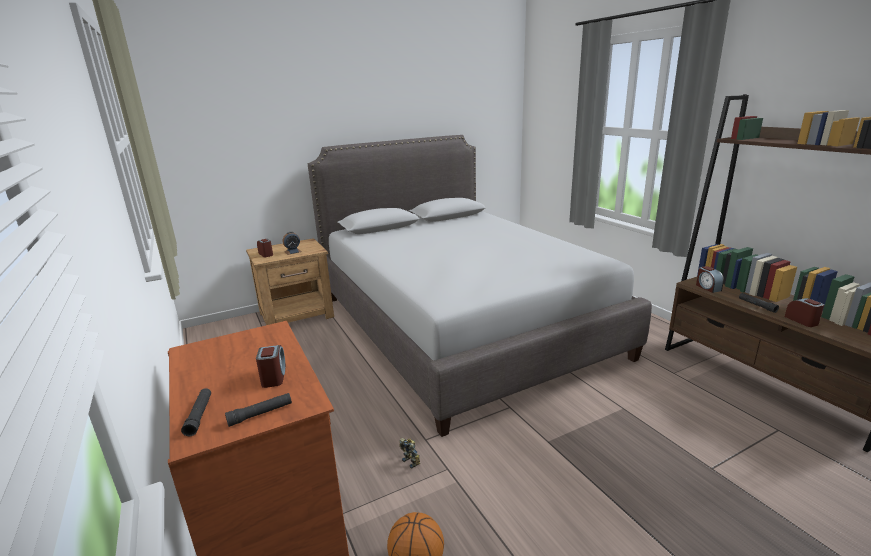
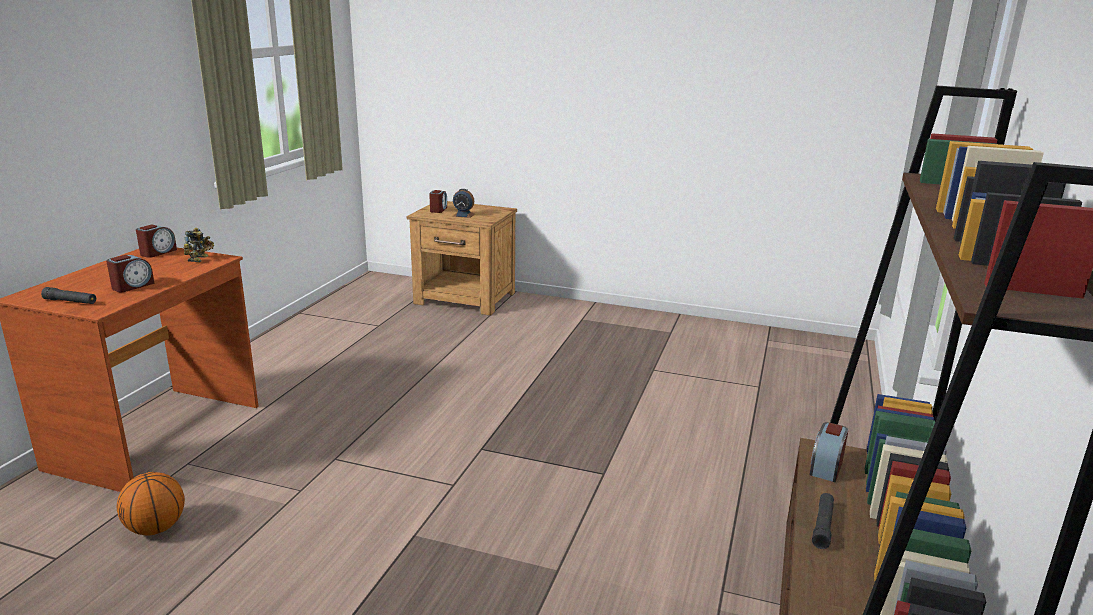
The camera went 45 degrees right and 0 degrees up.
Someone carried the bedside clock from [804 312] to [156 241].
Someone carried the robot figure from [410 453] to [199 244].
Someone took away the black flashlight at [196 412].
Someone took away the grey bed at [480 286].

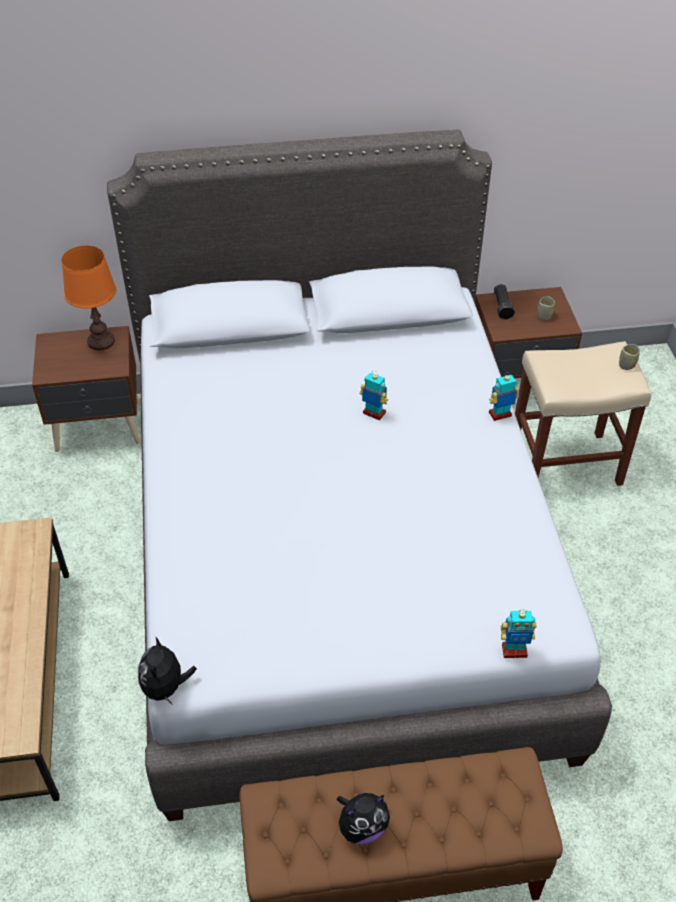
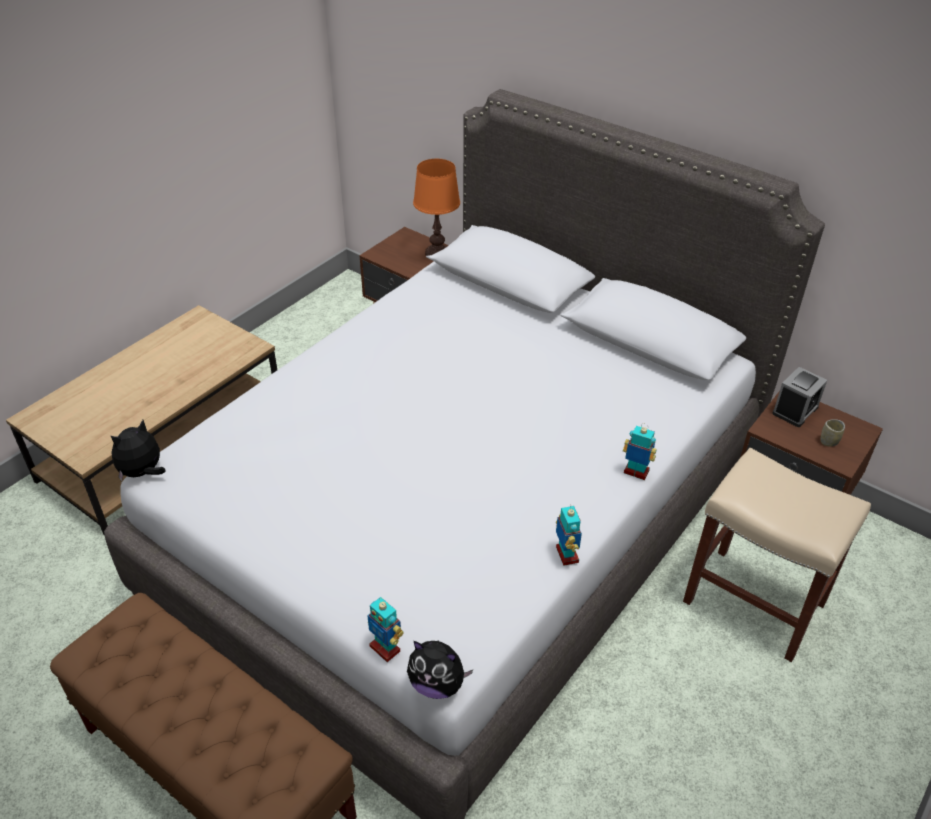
The camera went 45 degrees right and 5 degrees down.
Someone carried the plush toy from [363 818] to [440 669].
Someone carried the robot figure from [374 395] to [569 535].
Someone swapped the black flashlight at [504 302] for the bedside clock at [799 397].
Someone took away the drinking cup at [629 357].

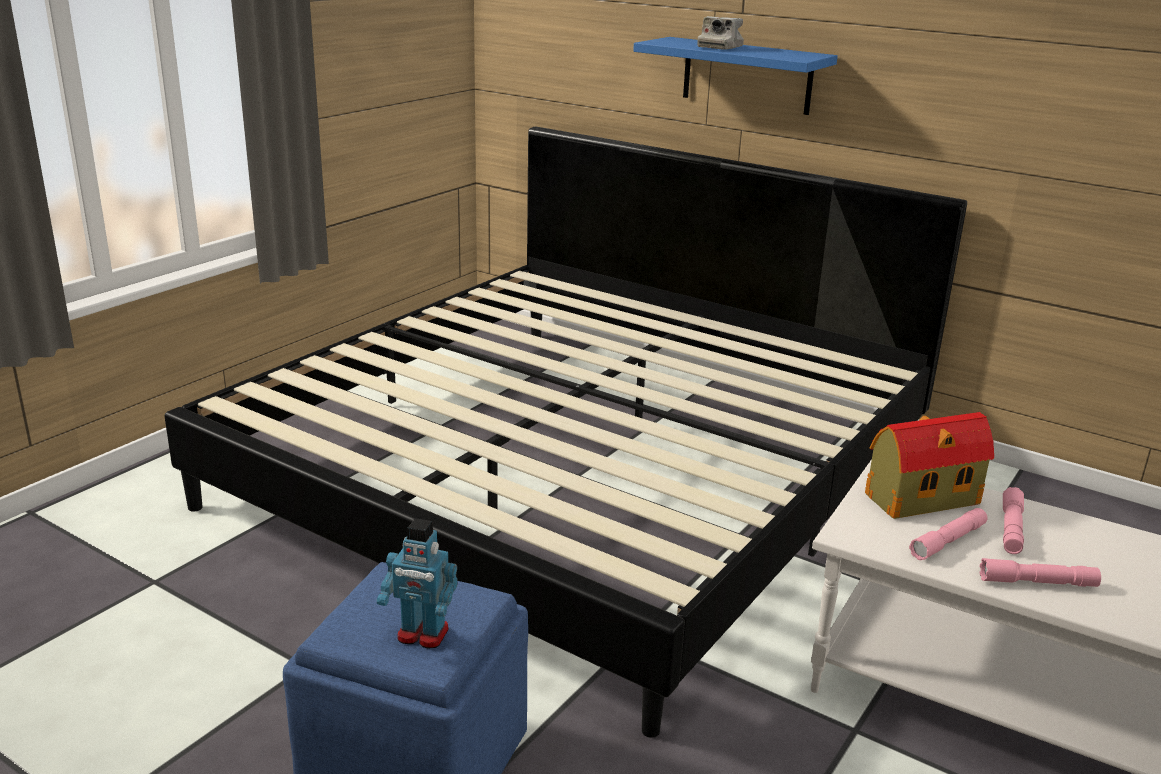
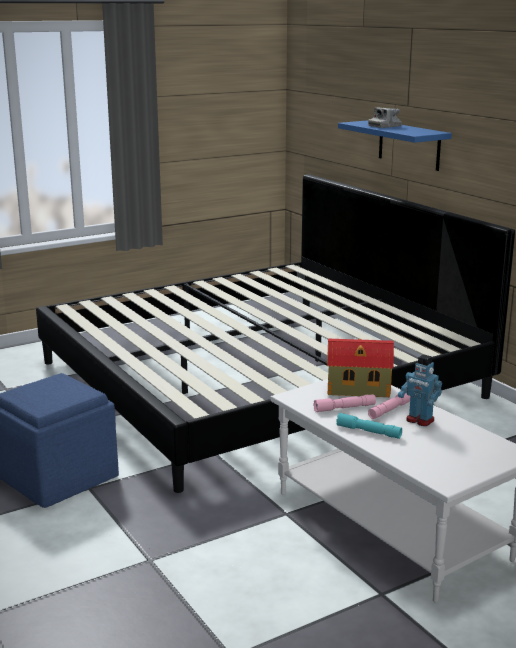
The camera went 25 degrees right and 5 degrees down.
Someone repainted the pinkish flashlight at [1040 572], which became the turquoise-coloured flashlight at [369 426].
Someone carried the robot figure from [417 583] to [420 390].

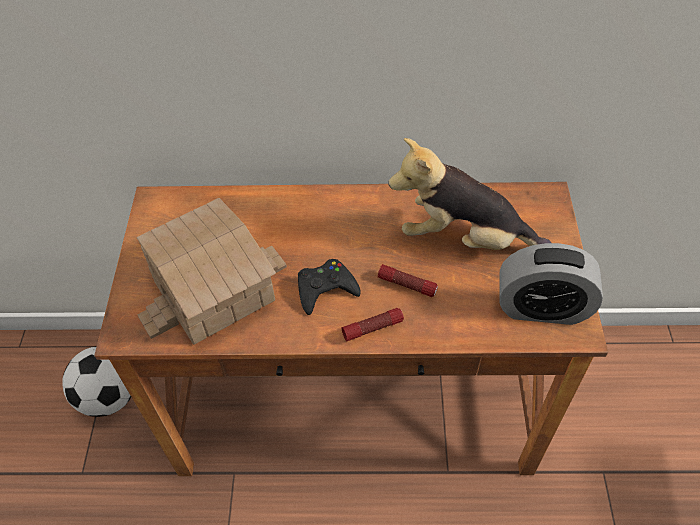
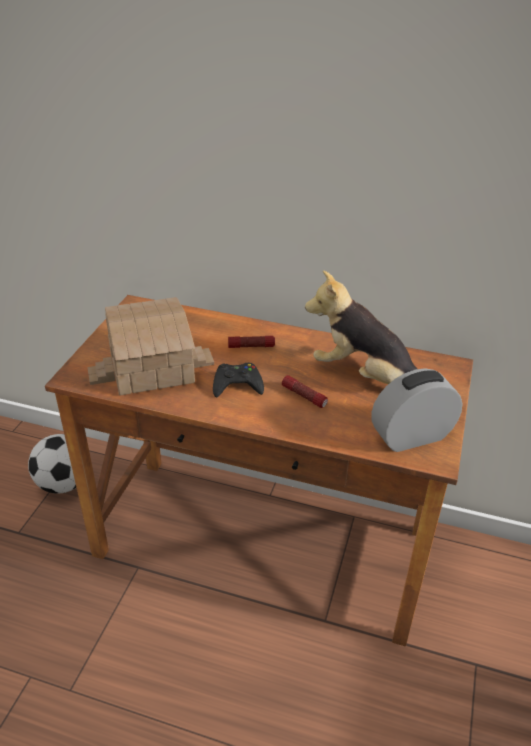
The camera went 15 degrees right and 15 degrees down.
Someone carried the flashlight from [373 324] to [251 342].
Someone rotated the bedside clock at [551 284] by 135 degrees clockwise.

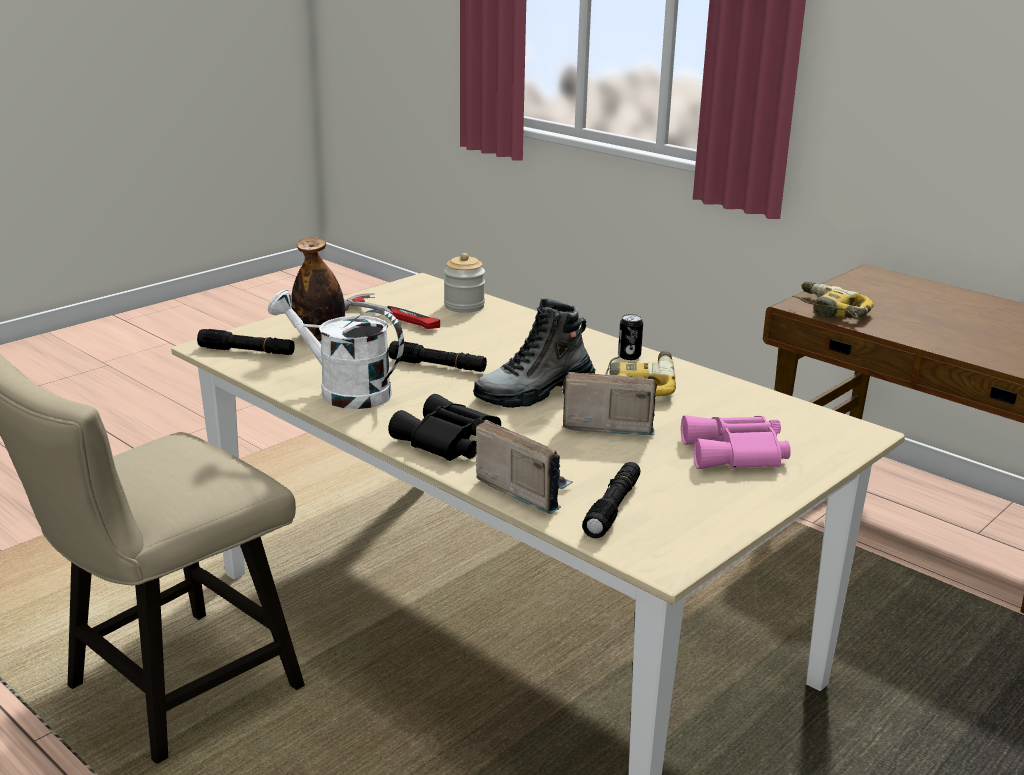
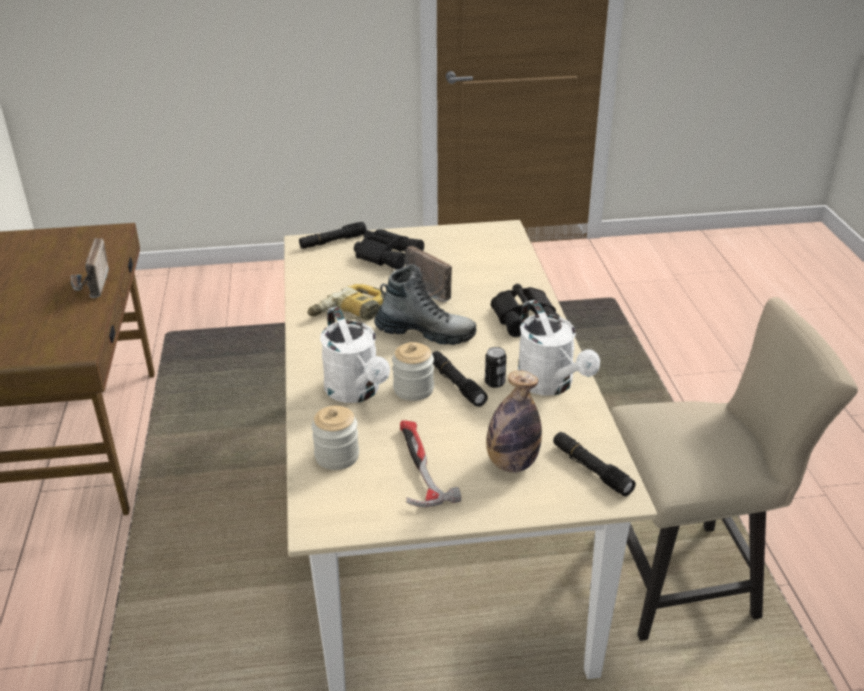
The camera went 140 degrees left and 10 degrees up.
Someone carried the radio receiver from [524 467] to [90 268].
Someone carried the black flashlight from [611 500] to [333 235].
Someone put down the whitish sprinkling can at [355 354].
Someone repainted the pinkish field glasses at [736 442], which became the black field glasses at [389 249].
Someone put down the jar at [413 371].
Someone carried the can from [630 337] to [495 367].
Someone took away the electric drill at [833 300].

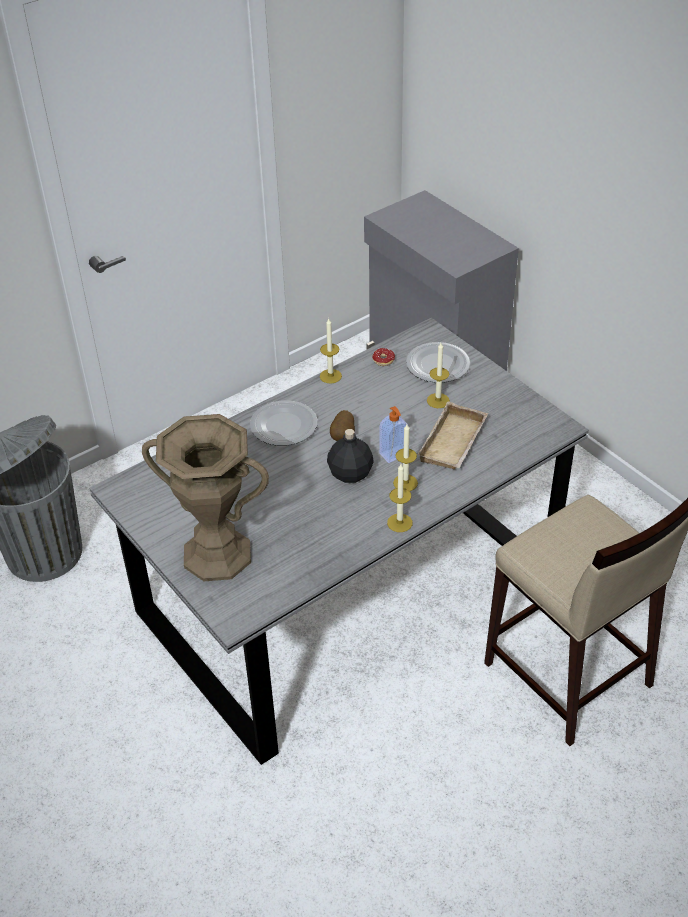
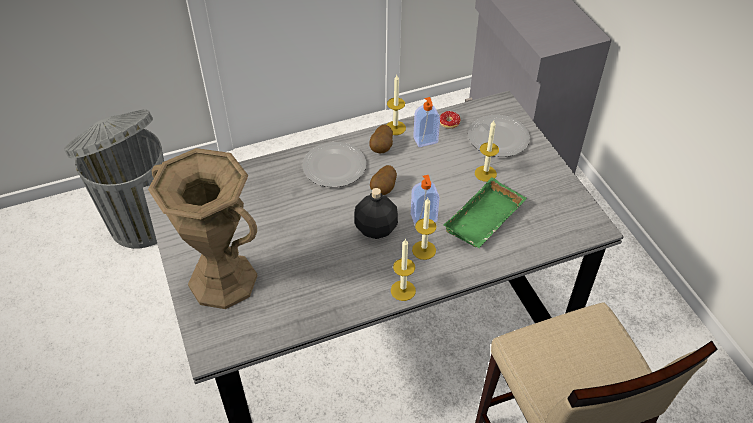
The camera went 15 degrees right and 5 degrees up.
Someone put down the potato at [381 138].
Someone put down the liquid soap bottle at [426 122].
Someone repainted the sand-coloured carrying tray at [452 435], which became the green-coloured carrying tray at [485 212].

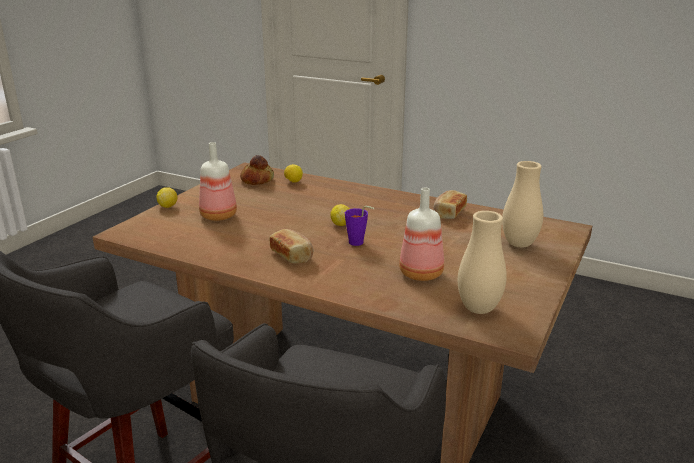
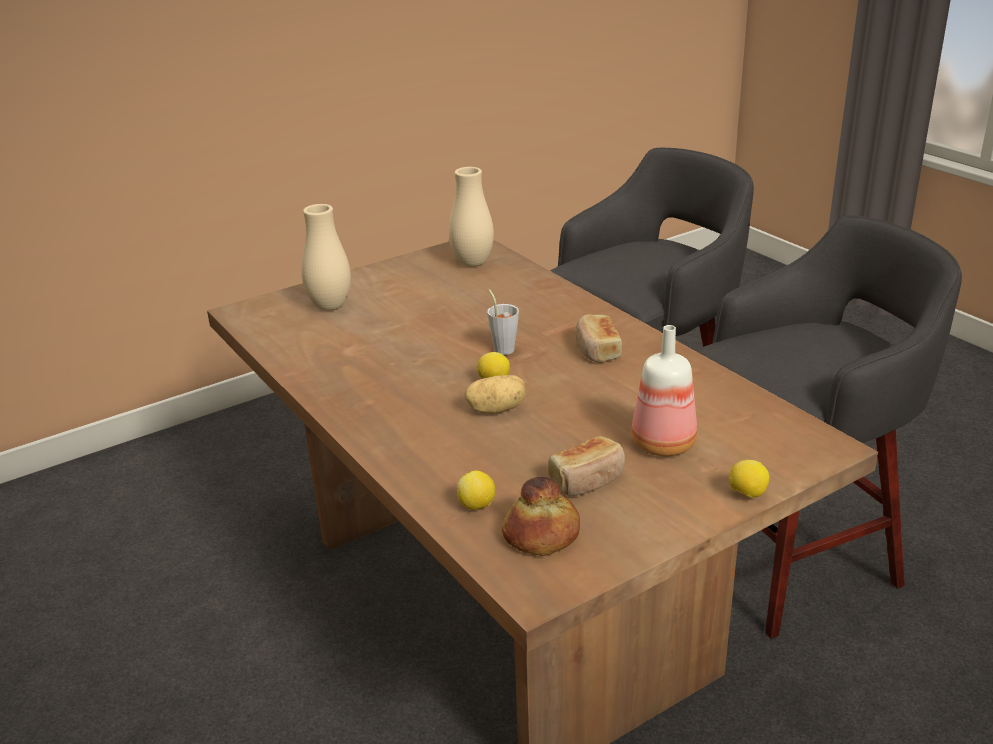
The camera went 150 degrees left and 5 degrees up.
Someone put down the potato at [495 394].
Someone repainted the purple-coloured drinking cup at [359 226], which became the grey drinking cup at [503 322].
Someone carried the bakery bread from [450 204] to [586 466].
Someone took away the bottle at [421 234].

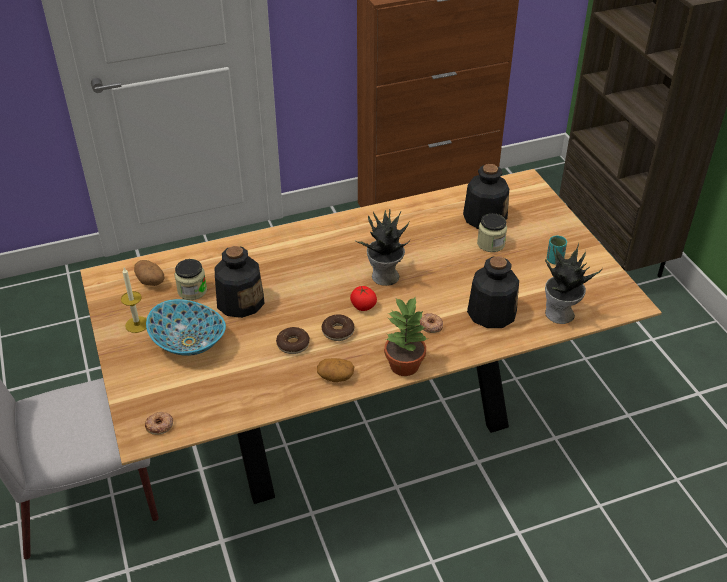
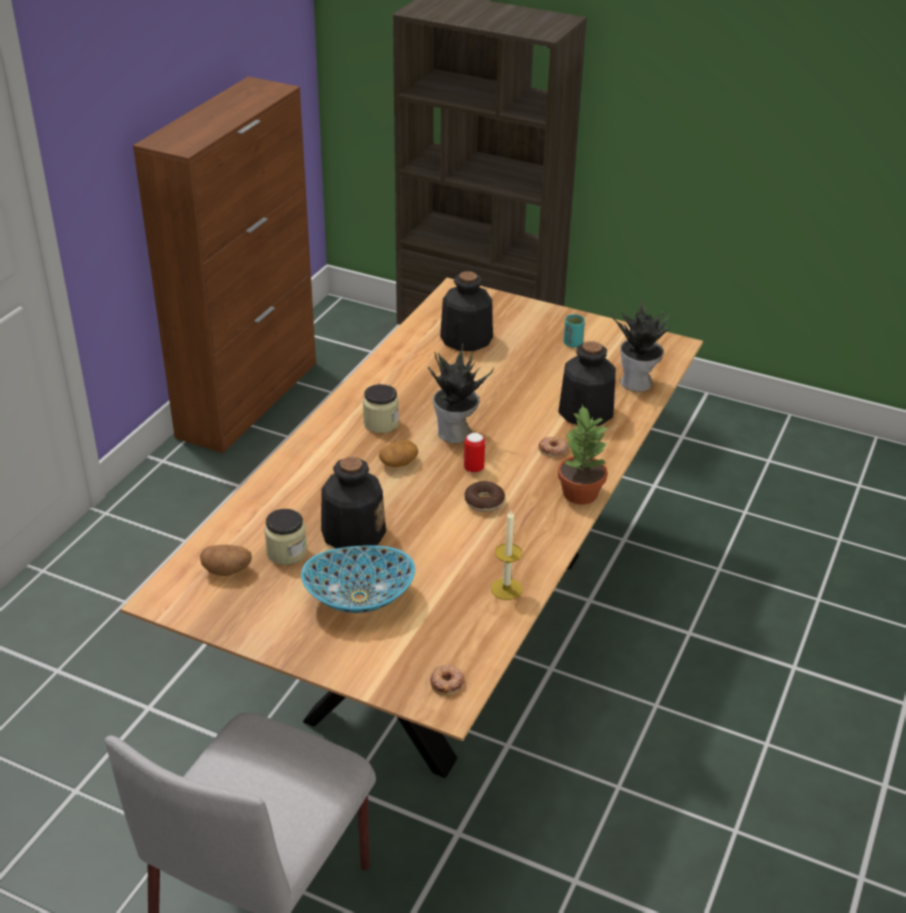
The camera went 45 degrees left and 5 degrees down.
Someone carried the jar from [492 232] to [381 408].
Someone carried the potato from [335 370] to [398 453].
Someone swapped the fresh tomato at [363 298] for the can at [474 453].
Someone carried the wax candle from [134 300] to [506 555].
Someone took away the ring doughnut at [293 340].

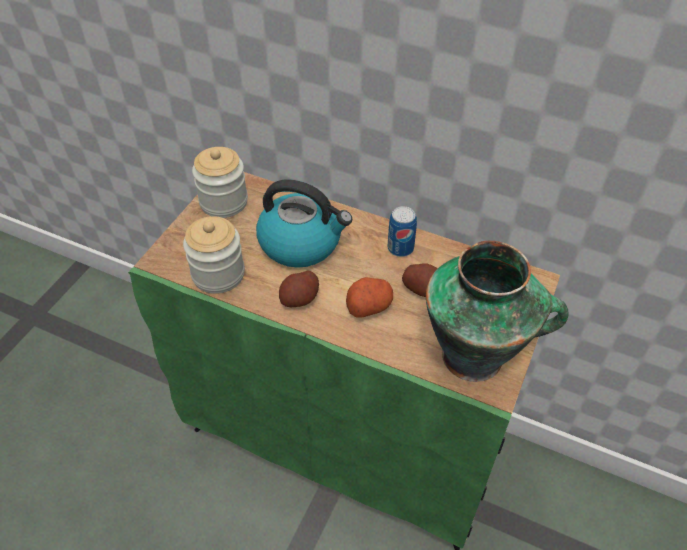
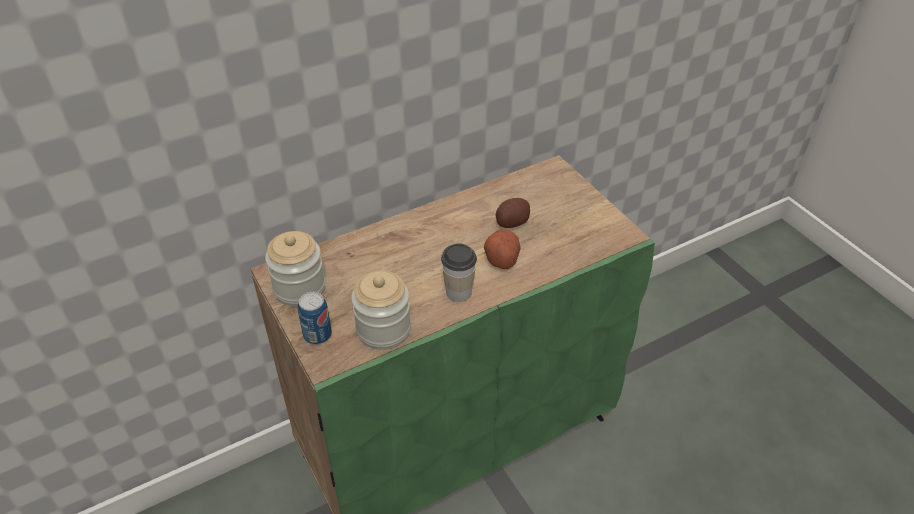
The camera went 55 degrees left and 5 degrees down.
Someone carried the can from [402 231] to [315 318].
Someone swapped the potato at [299 288] for the drinking cup at [459 272].
Someone took away the tea kettle at [304 224].
Someone took away the flower vase at [497 311].

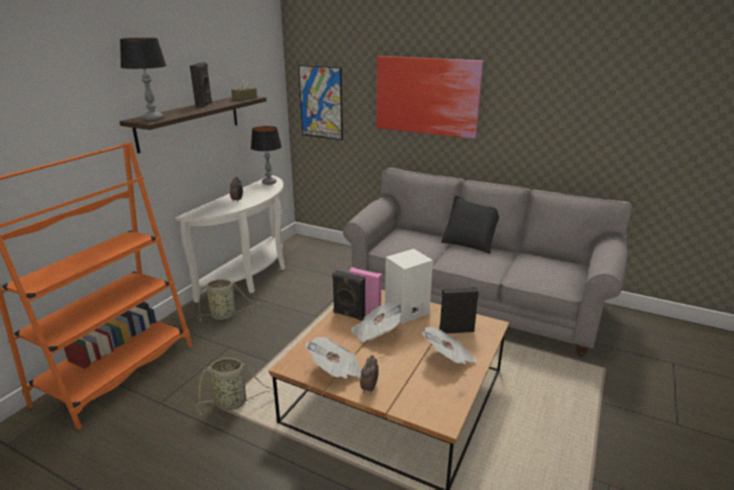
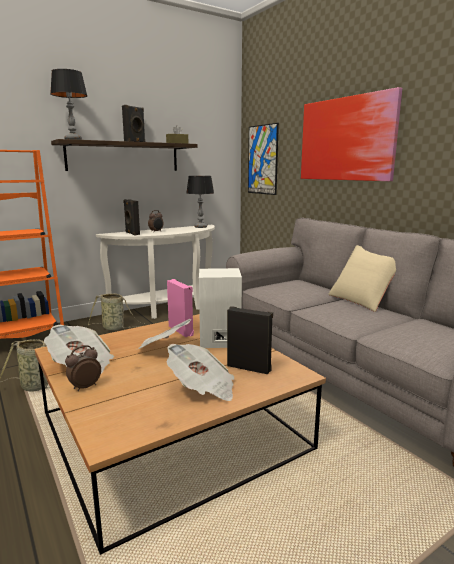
The camera went 30 degrees right and 10 degrees down.
Someone carried the black audio speaker from [348 295] to [131 217].
Someone repainted the black throw pillow at [470 225], which became the sand-coloured throw pillow at [362 278].

